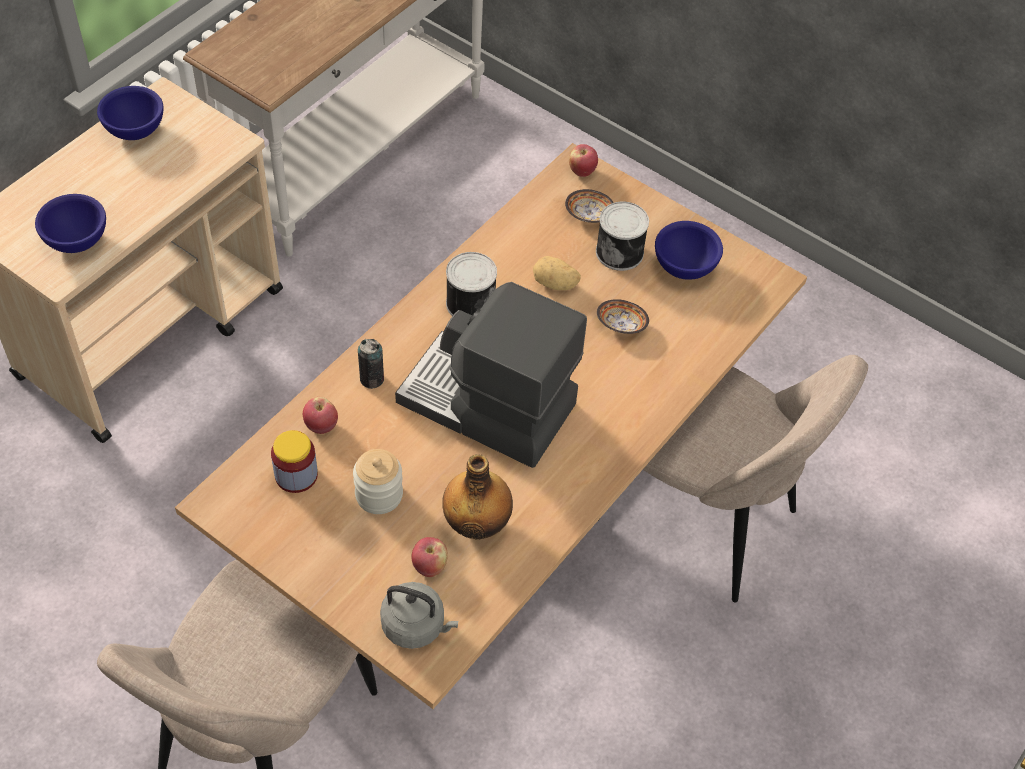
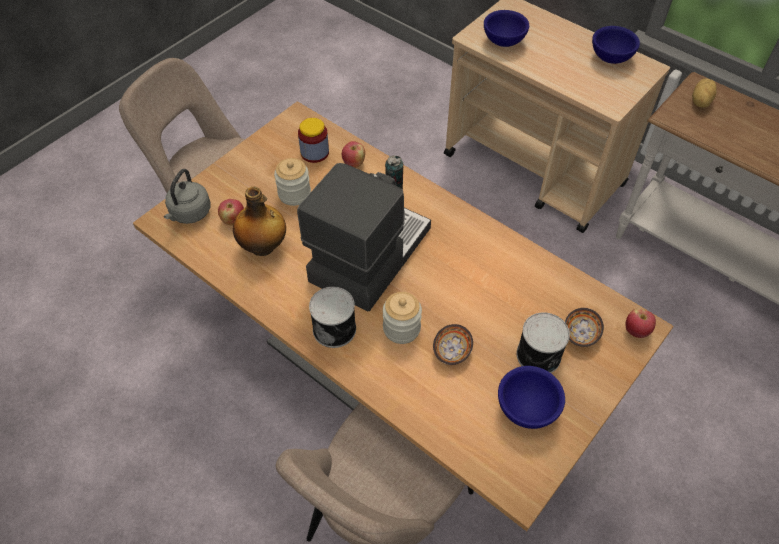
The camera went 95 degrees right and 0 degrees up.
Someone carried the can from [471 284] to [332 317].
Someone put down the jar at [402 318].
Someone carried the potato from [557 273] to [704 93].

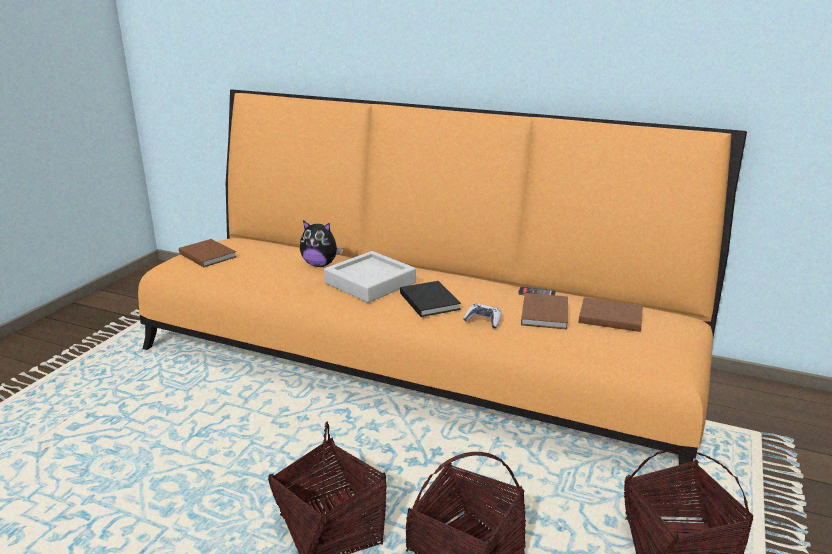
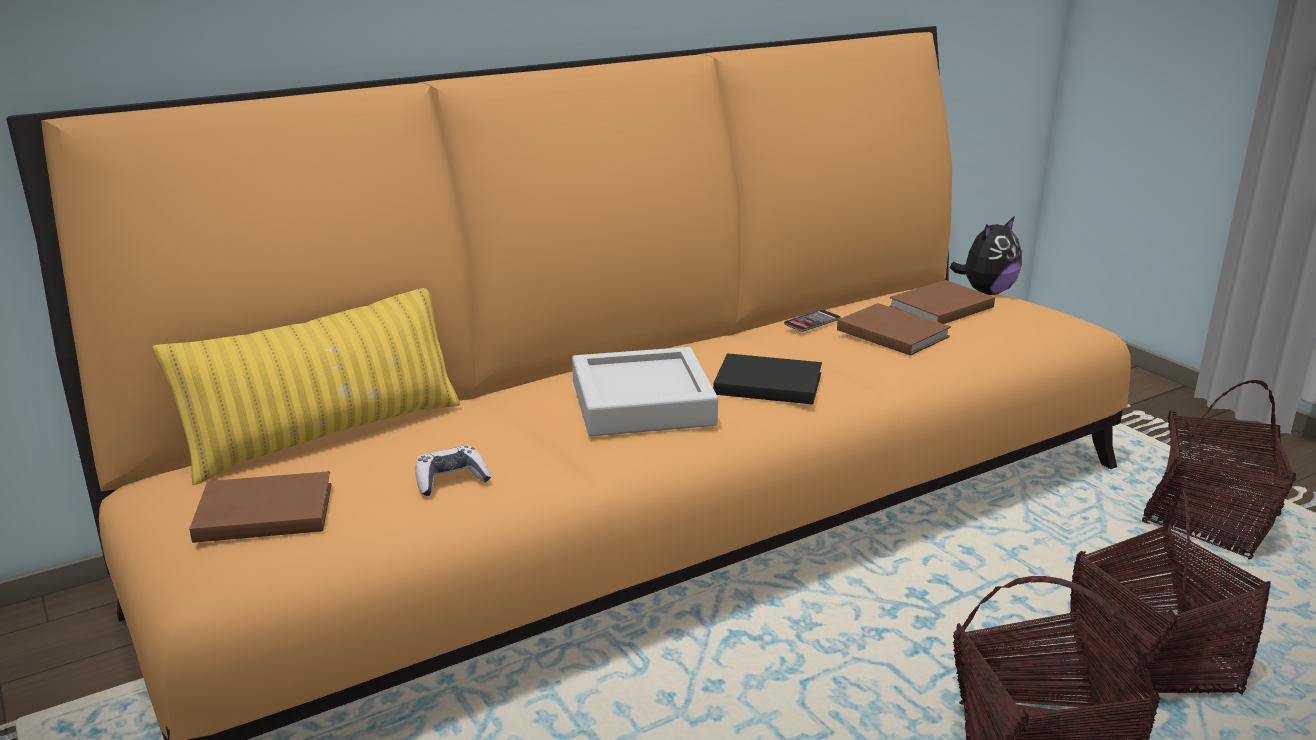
The camera went 55 degrees left and 0 degrees up.
Someone put down the yellow-coloured throw pillow at [306 386].
Someone carried the joypad from [482 316] to [453 471].
Someone carried the plush toy from [321 243] to [985 255].

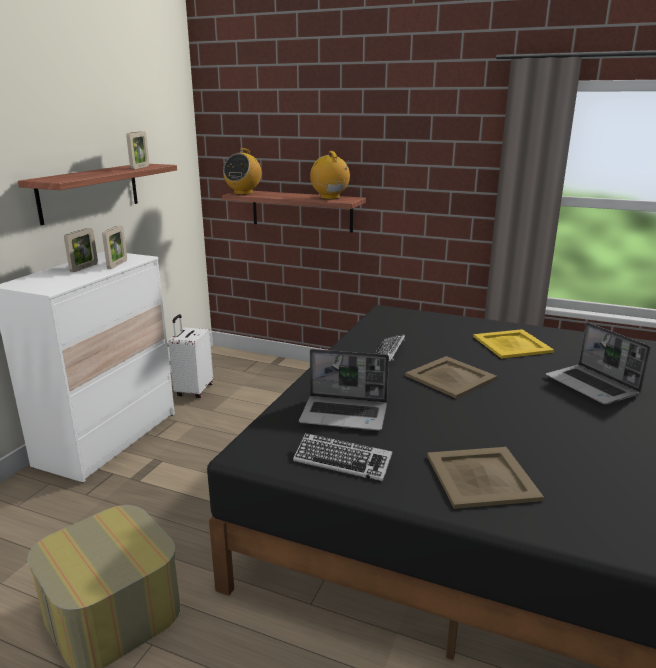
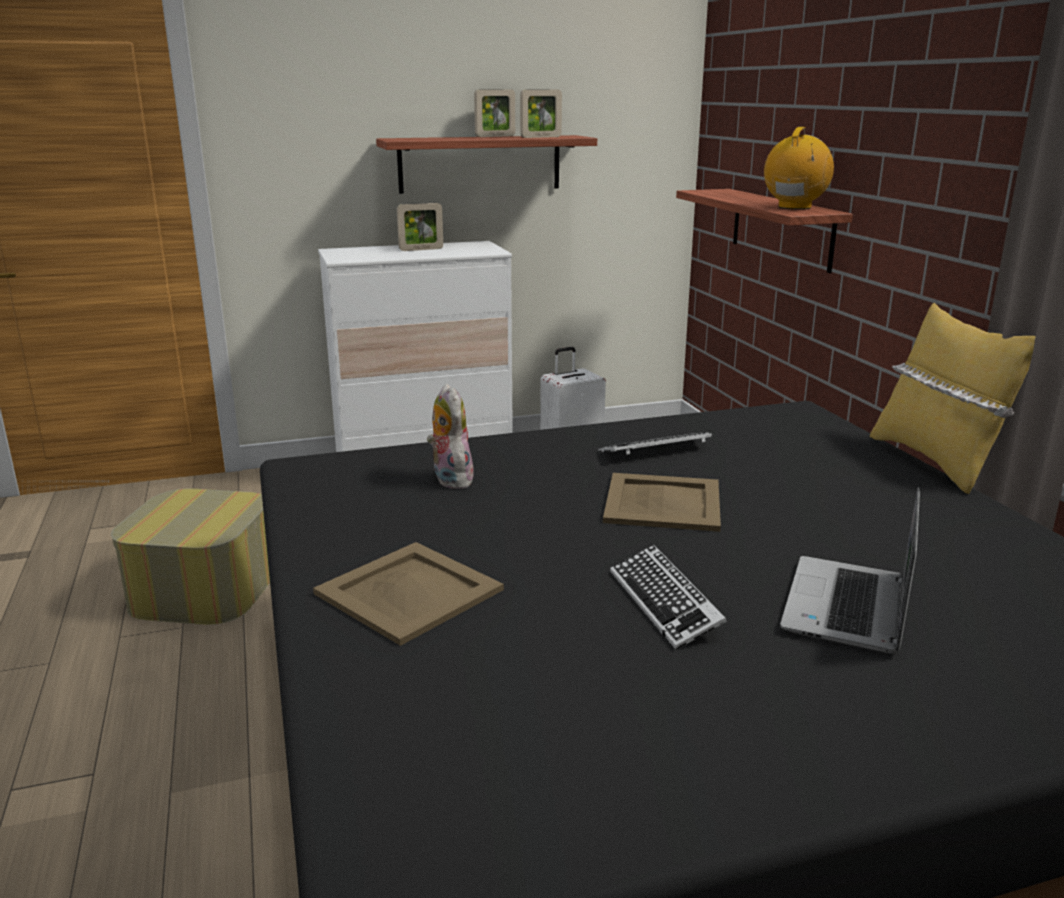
The camera went 50 degrees right and 0 degrees up.
Someone swapped the portable computer at [344 390] for the plush toy at [450 436].
Someone carried the standing frame from [114 247] to [494 113].
Someone carried the computer keyboard from [342 457] to [668 597].
Someone put down the yellow-coloured throw pillow at [953 398].
Someone took away the radio receiver at [242 171].
Someone took away the yellow-coloured carrying tray at [513 344].

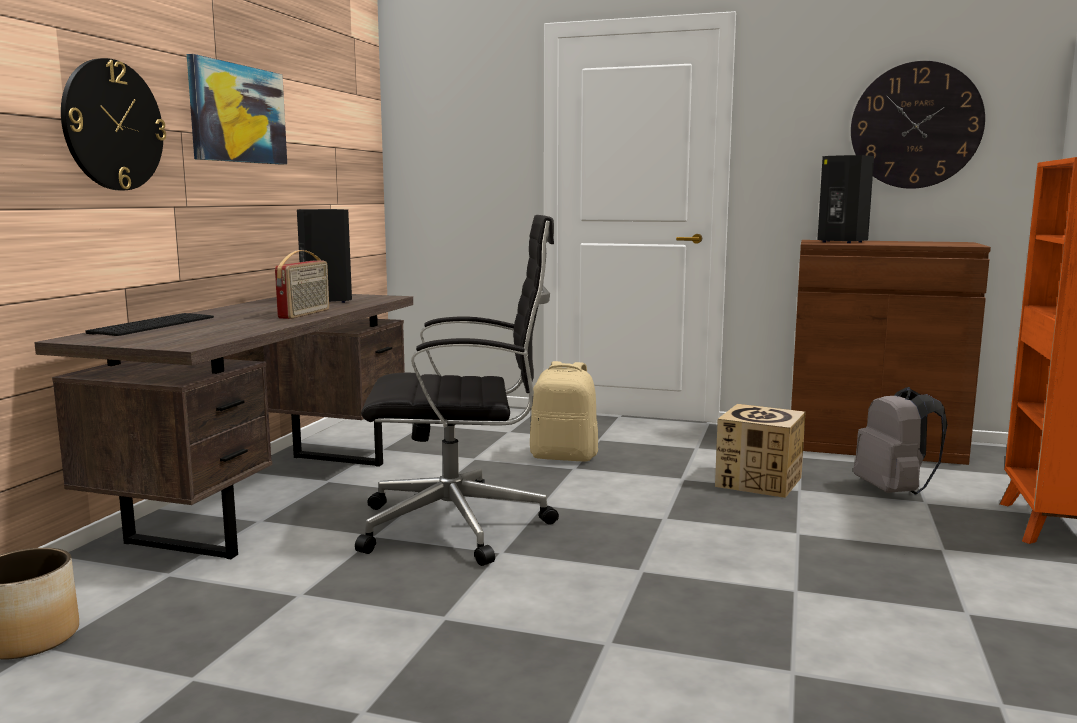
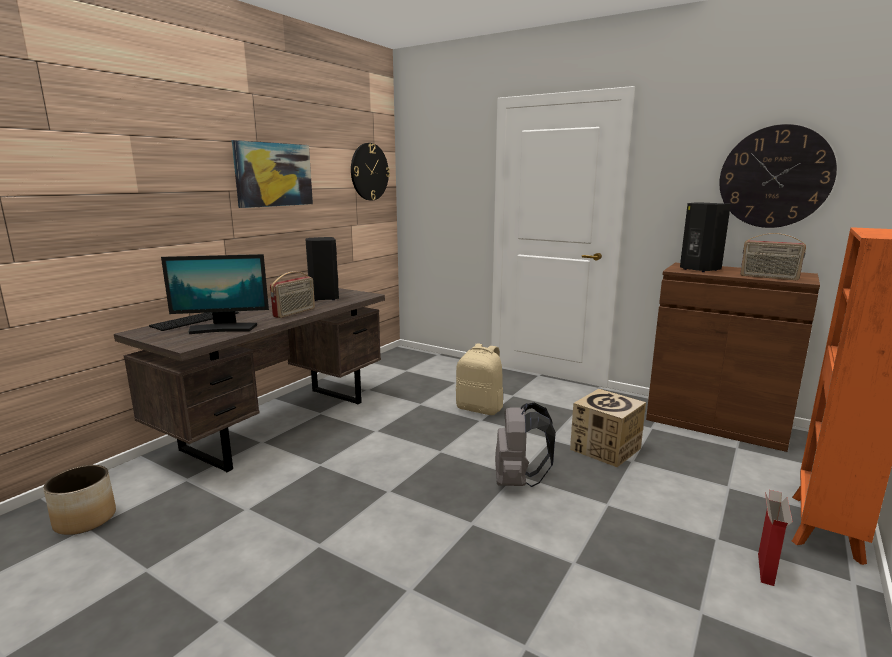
The camera went 15 degrees right and 5 degrees up.
Someone put down the computer screen at [215 294].
Someone carried the hanging clock from [113 124] to [370 171].
Someone carried the grey backpack from [900 441] to [525 444].
Someone put down the radio receiver at [773 256].
Someone put down the carton at [775 538].
Someone took away the black computer chair at [457 390].

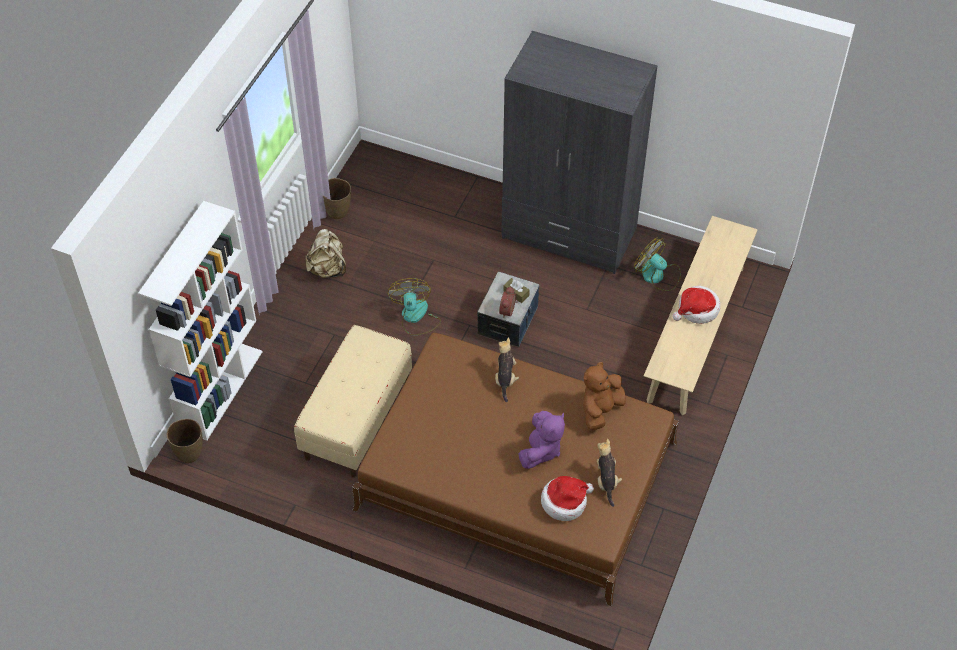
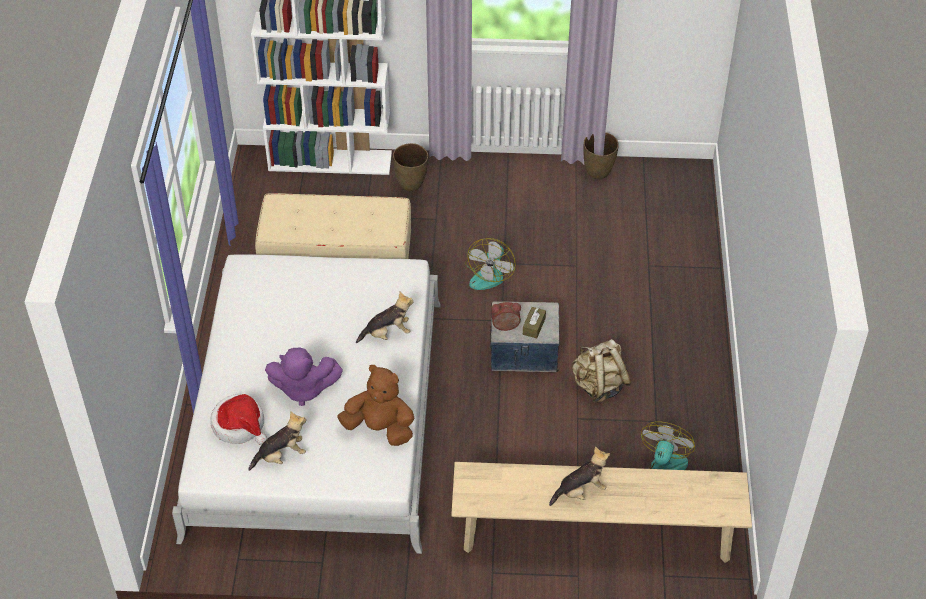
The camera went 70 degrees right and 5 degrees down.
Someone repainted the brown bed at [515 469], which became the whitish bed at [306 404].
Someone carried the brown flower vase from [185 441] to [410 167].
Someone rotated the electric fan at [414 306] by 135 degrees clockwise.
Someone swapped the clothing hat at [696 305] for the plush toy at [579 476].
Someone carried the sand-coloured backpack from [325 253] to [601 371].
Someone took away the grey armoire at [579 152].

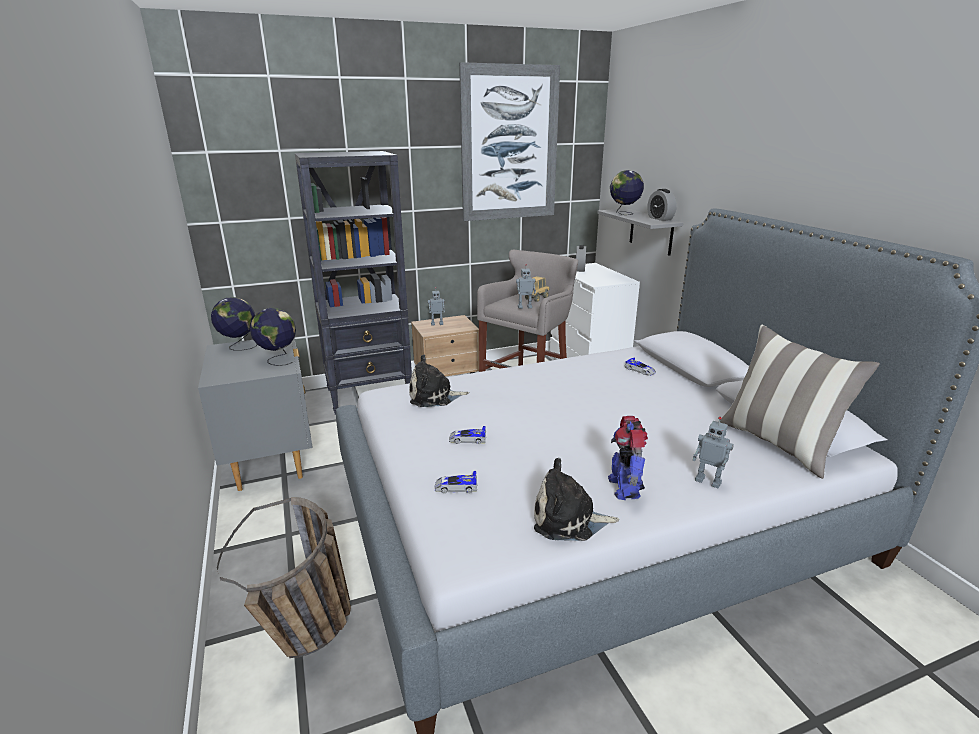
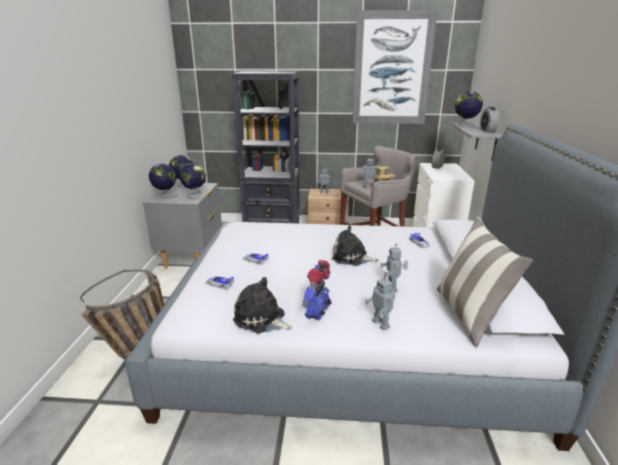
The camera went 25 degrees right and 0 degrees up.
Someone put down the world globe at [163 181].
Someone carried the plush toy from [439 381] to [355 245].
Someone put down the robot figure at [394 268].

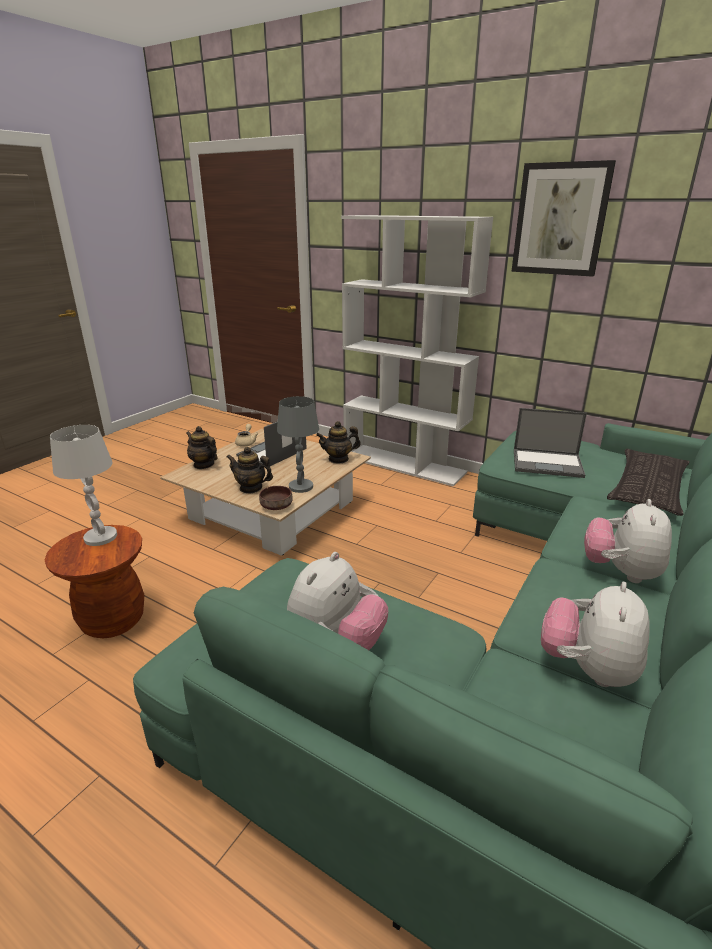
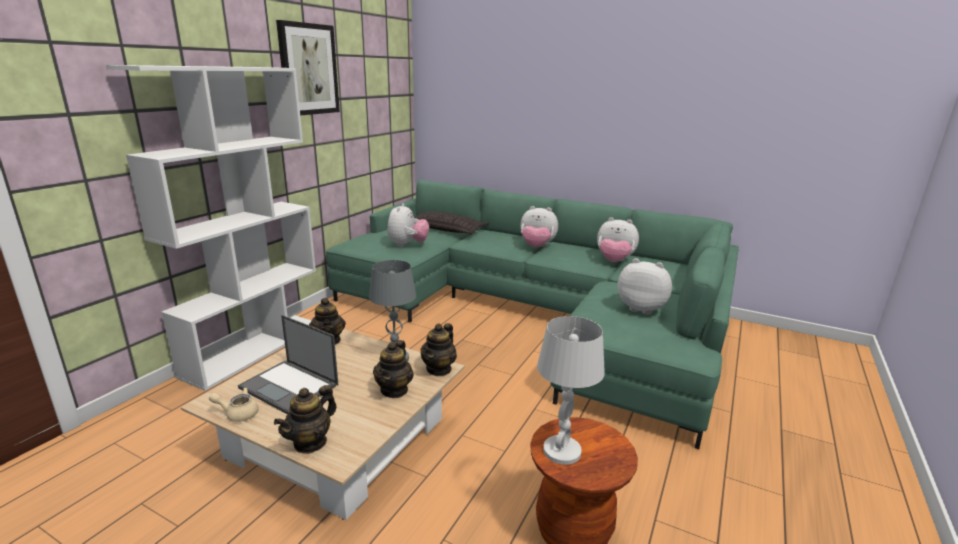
The camera went 95 degrees left and 5 degrees down.
Someone swapped the portable computer at [550 443] for the plush toy at [408 225].
Someone swapped the brown bowl at [276 498] for the teapot at [439 349].

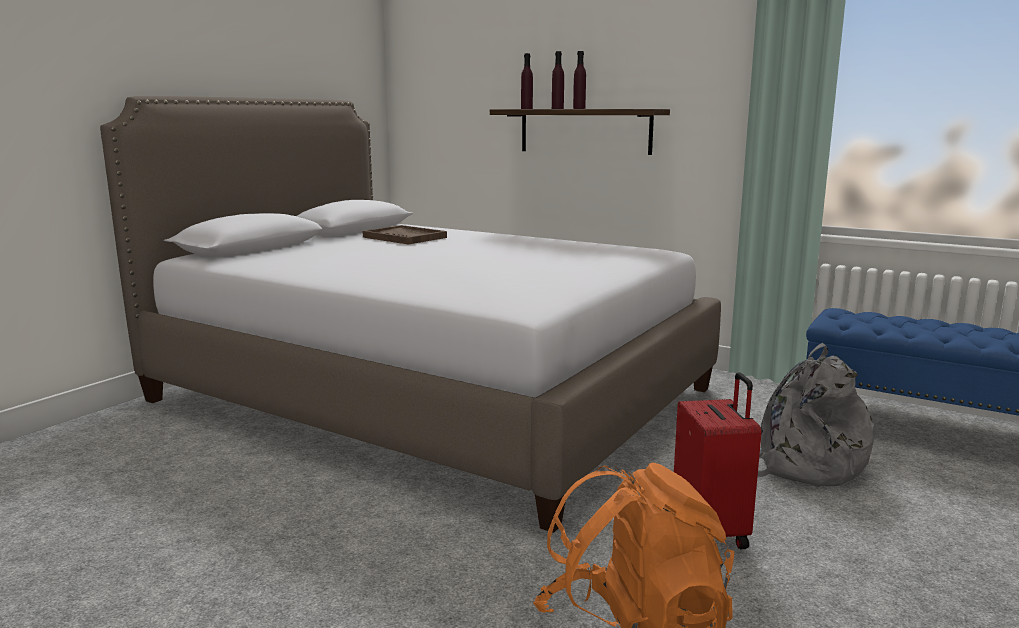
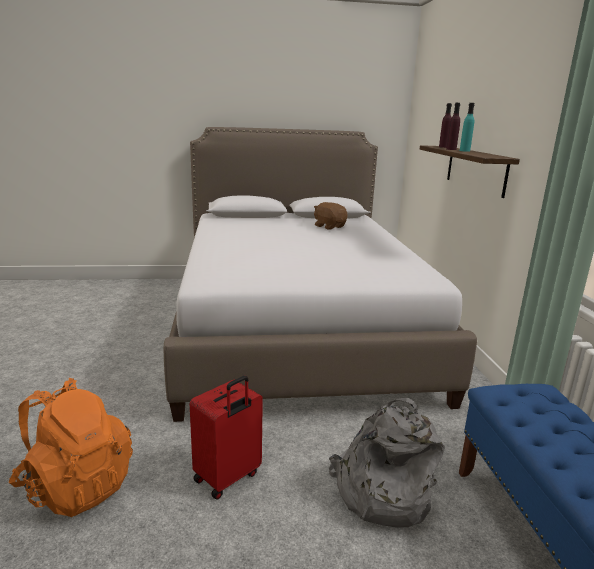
The camera went 50 degrees right and 5 degrees up.
Someone swapped the brown carrying tray at [404 235] for the brown plush toy at [331 216].
Someone repainted the purple-coloured bottle at [579 80], which became the turquoise-coloured bottle at [467 127].

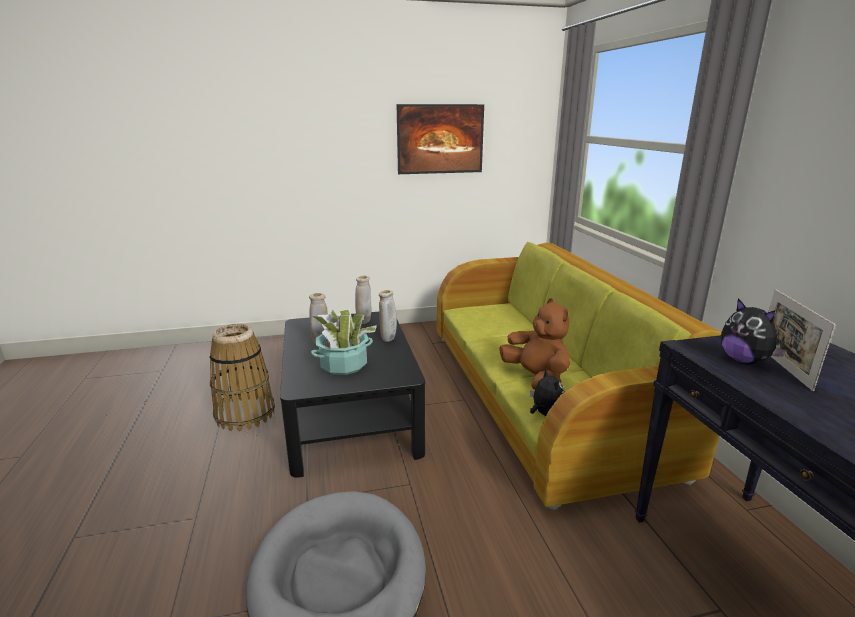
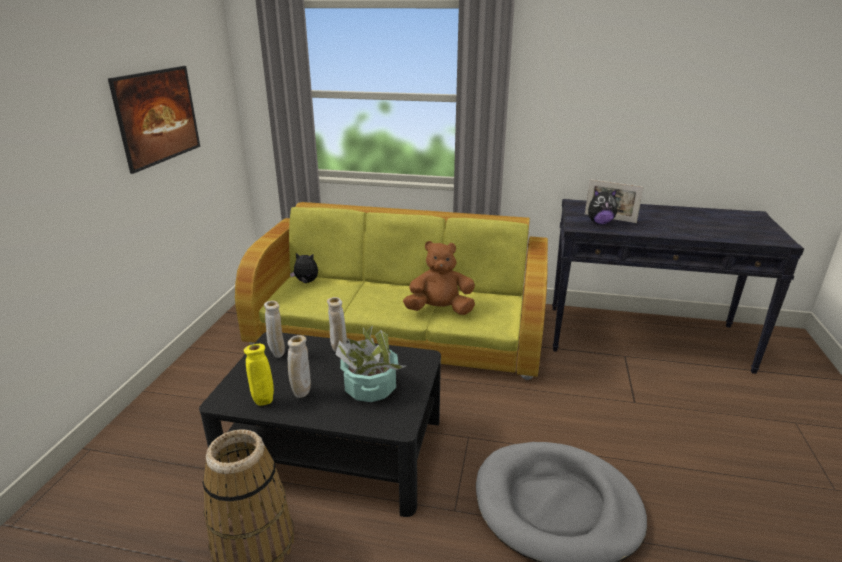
The camera went 65 degrees left and 5 degrees up.
Someone put down the yellow-coloured flower vase at [259 375].
Someone carried the plush toy from [547 392] to [304 268].

